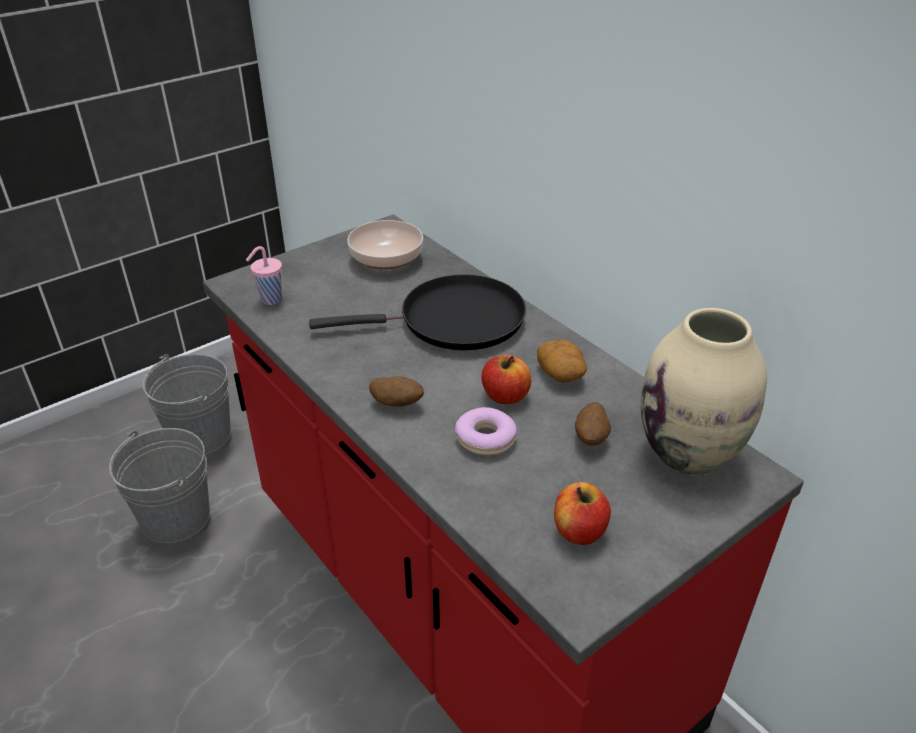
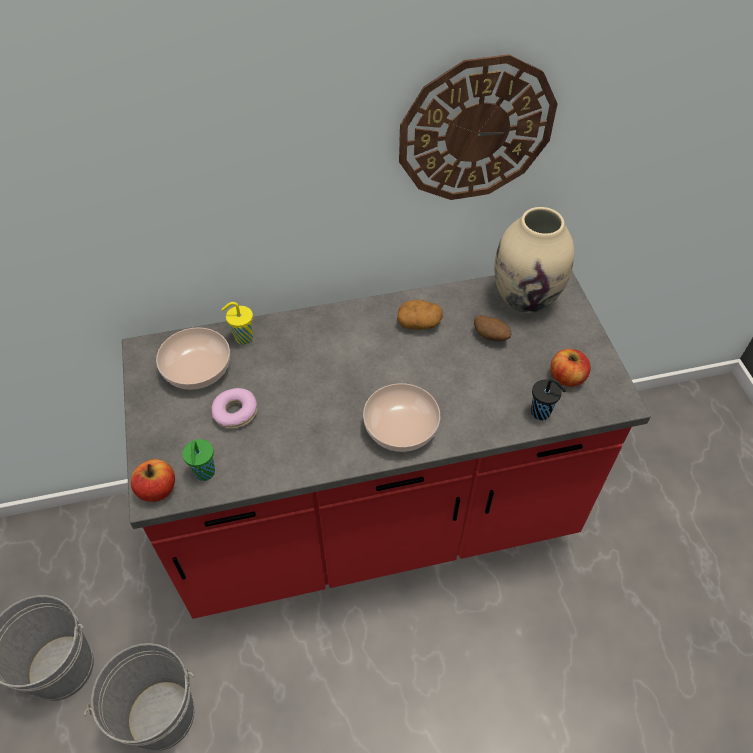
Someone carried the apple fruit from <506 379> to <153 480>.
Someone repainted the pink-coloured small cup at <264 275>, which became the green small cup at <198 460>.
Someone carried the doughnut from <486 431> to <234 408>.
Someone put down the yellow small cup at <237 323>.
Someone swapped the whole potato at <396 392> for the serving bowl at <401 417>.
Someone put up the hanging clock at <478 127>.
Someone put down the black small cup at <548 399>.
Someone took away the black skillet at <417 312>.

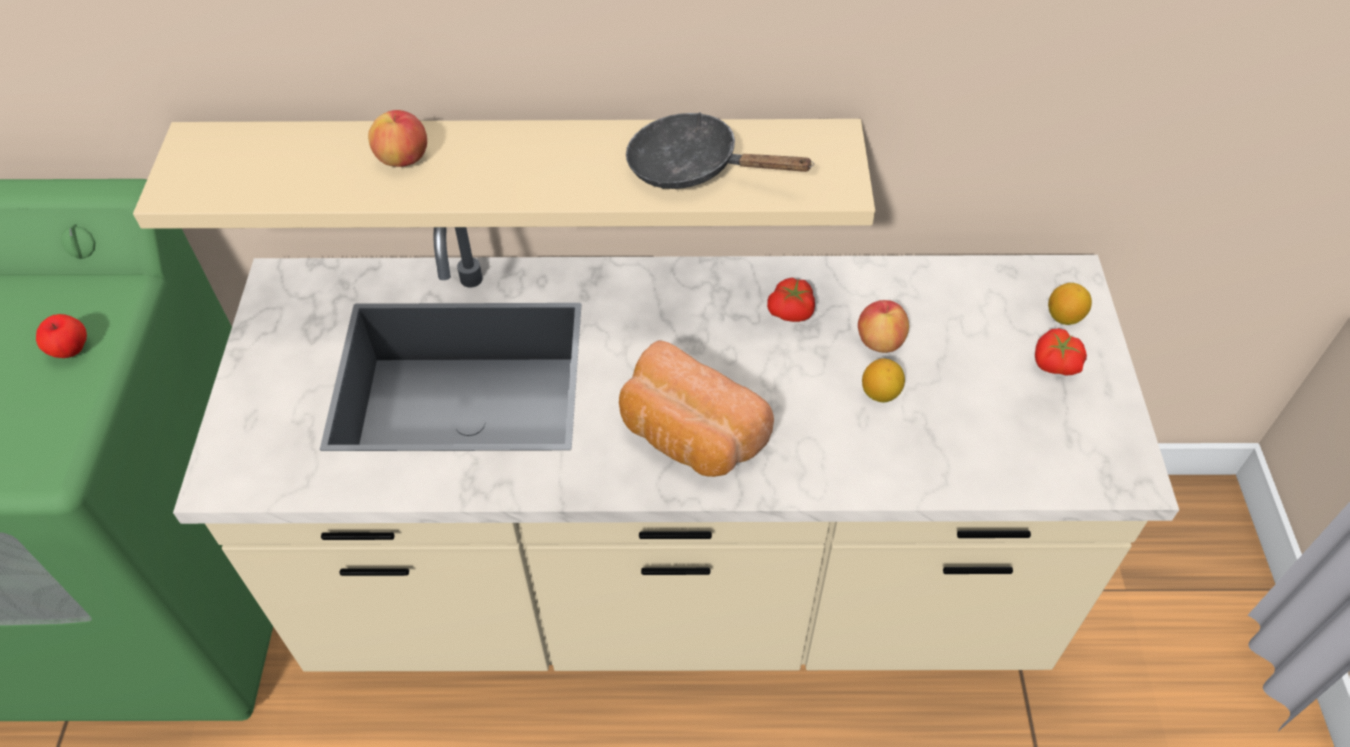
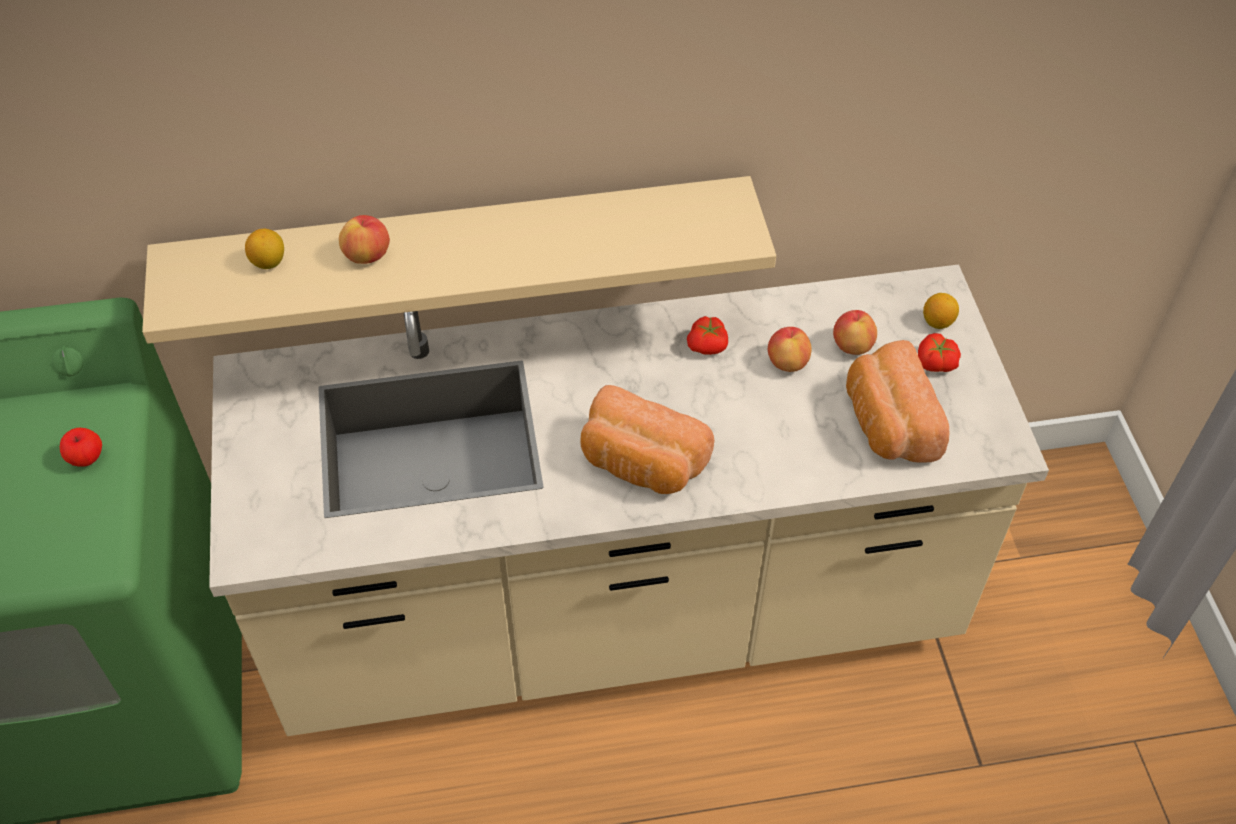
Someone carried the lemon from <883 380> to <264 249>.
Someone put down the apple fruit at <855 332>.
Someone put down the bakery bread at <898 401>.
Someone took away the black skillet at <720 150>.

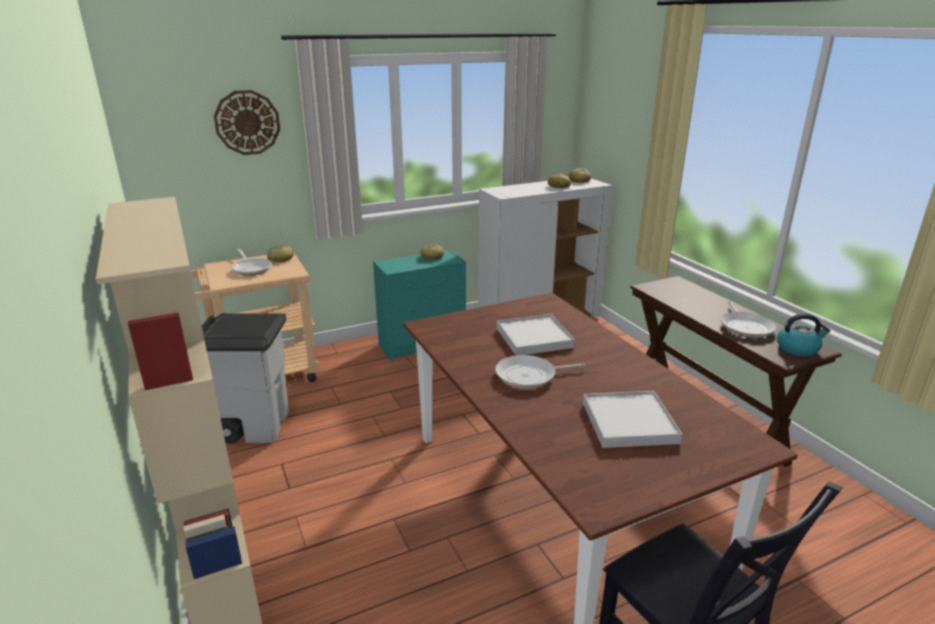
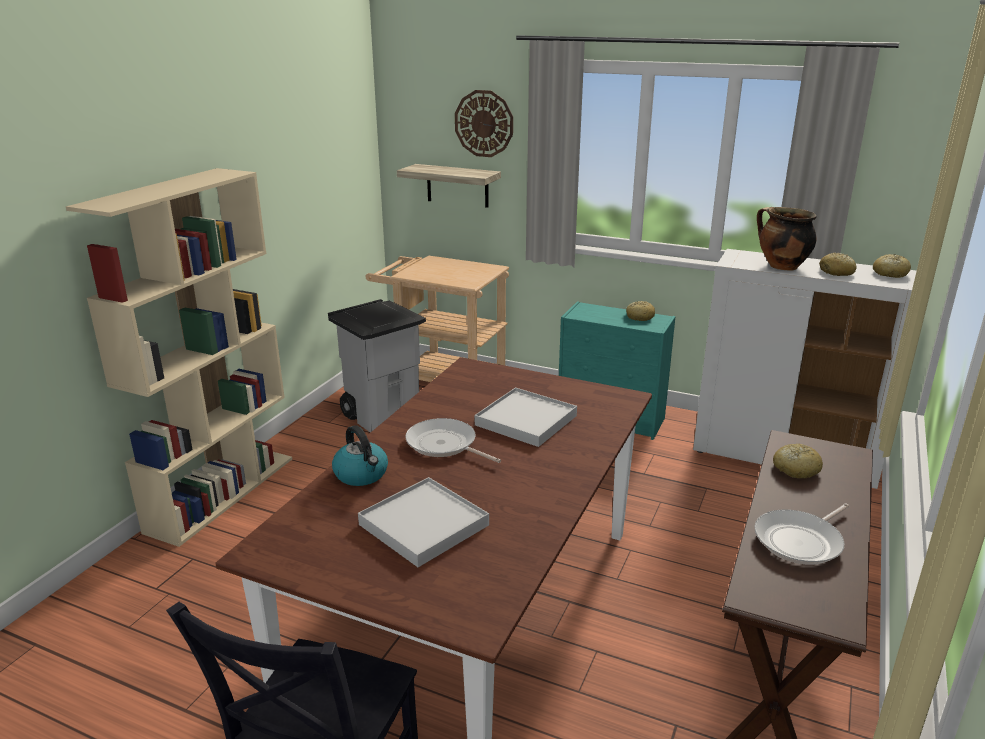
Someone carried the tea kettle from <804 334> to <360 455>.
Someone put up the bracket shelf at <449 186>.
Someone put down the saucepot at <787 239>.
Someone carried the bakery bread from <280 253> to <798 461>.
Someone took away the skillet at <252 262>.

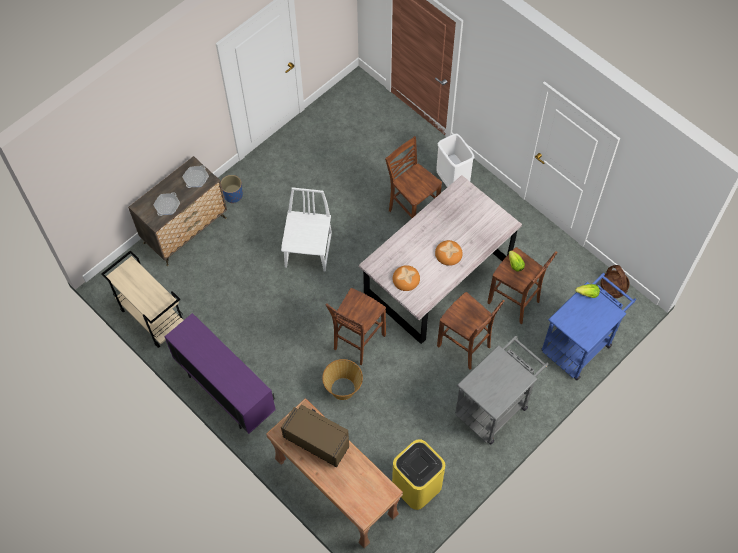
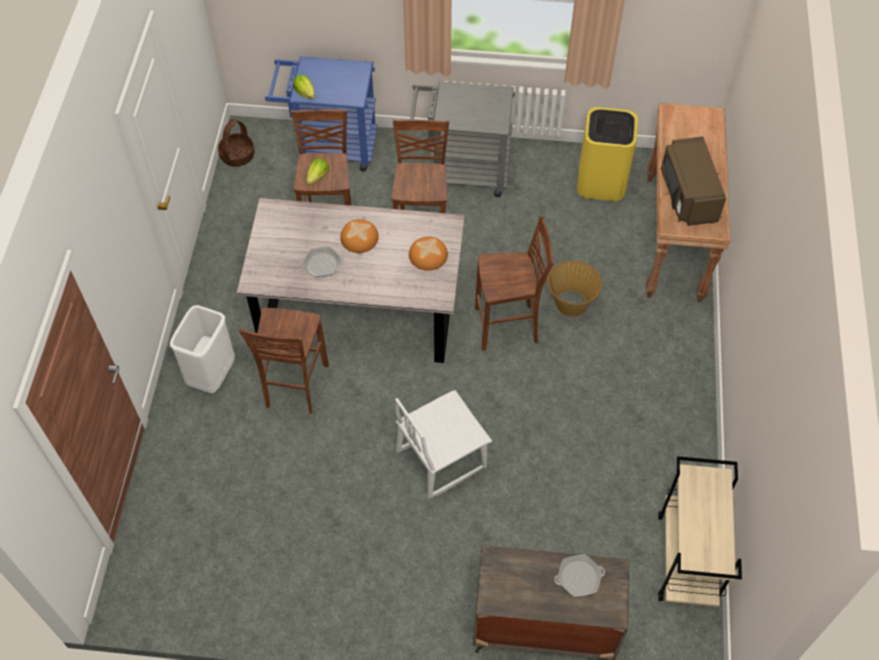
Someone carried the skillet from <196 176> to <322 262>.
Someone took away the purplish cabinet at <220 373>.
Someone took away the blue-coloured flower pot at <232 189>.

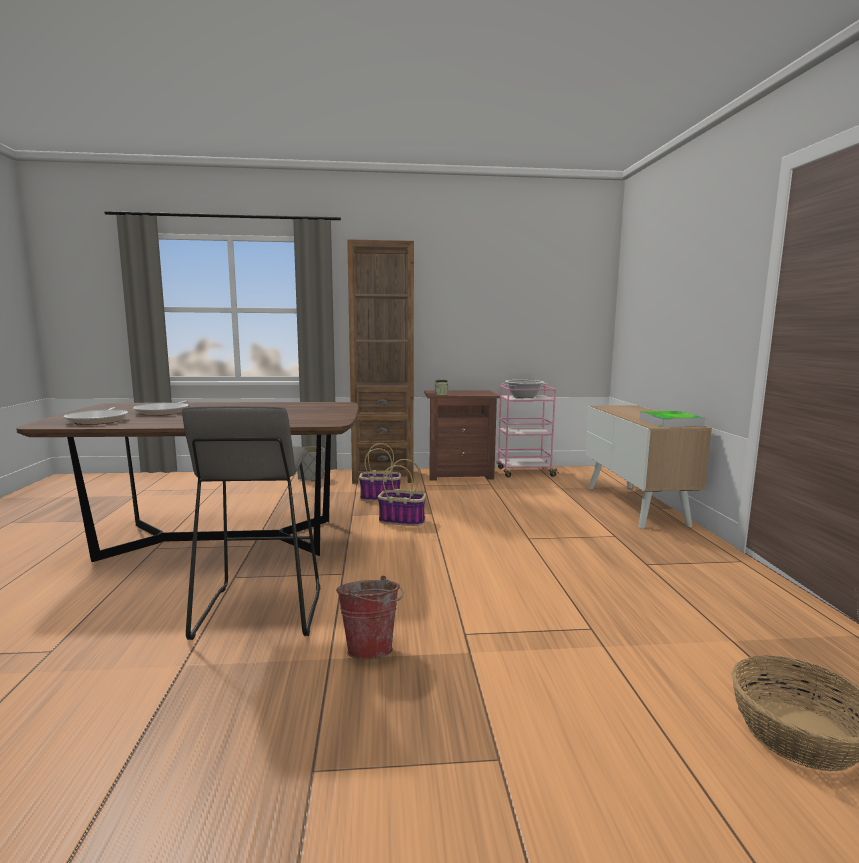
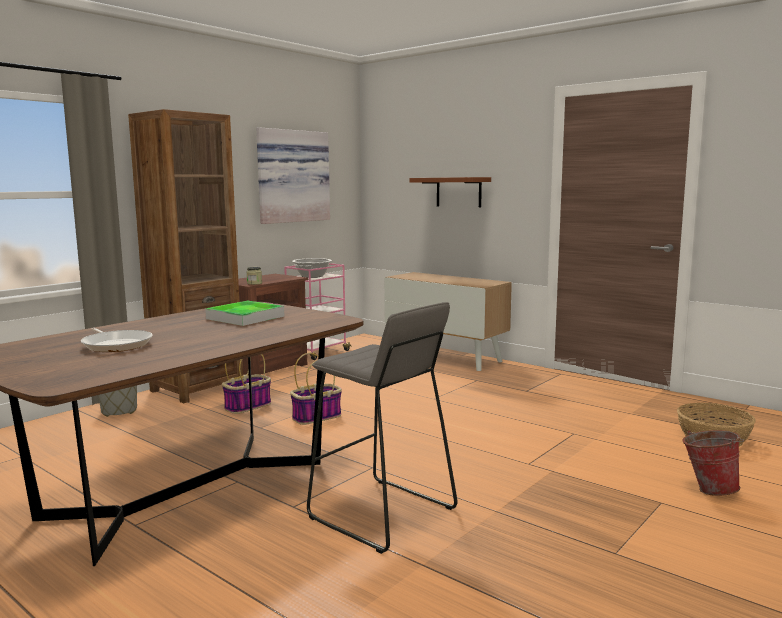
Someone carried the carrying tray from <672 419> to <245 313>.
Someone put up the picture at <293 175>.
Someone put up the brown-coloured bracket shelf at <450 192>.
Someone carried the water bucket from <370 617> to <713 463>.
Someone took away the skillet at <96 416>.

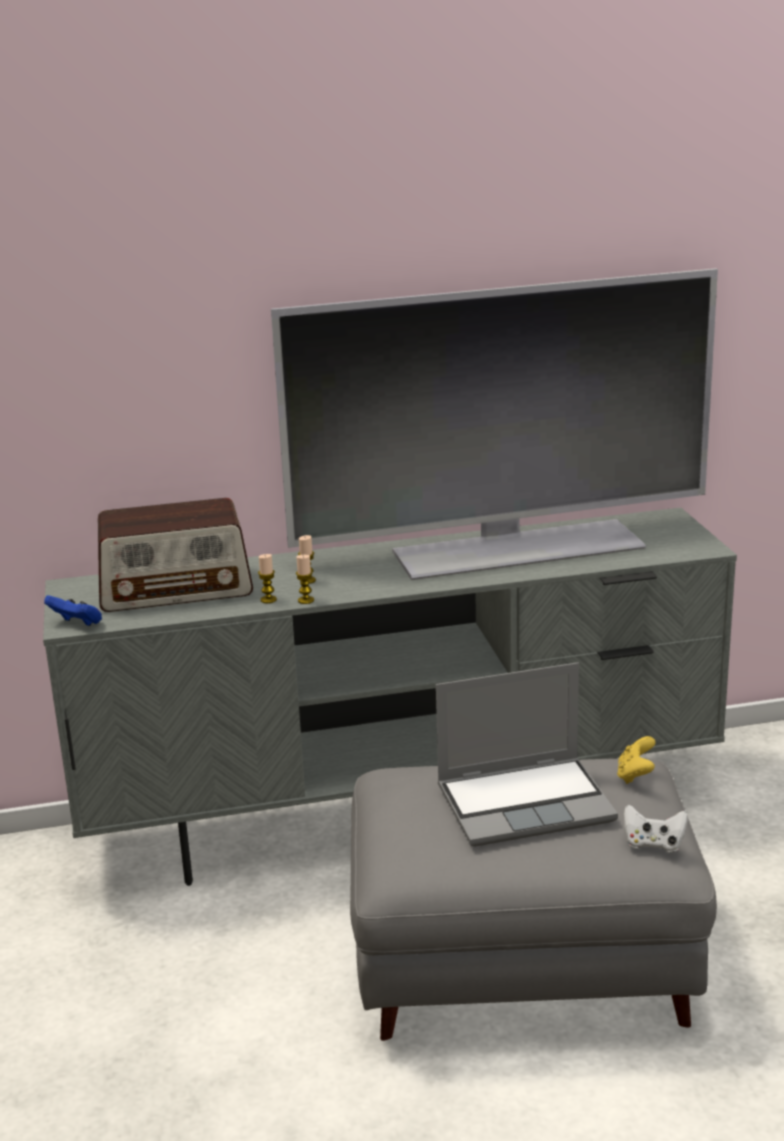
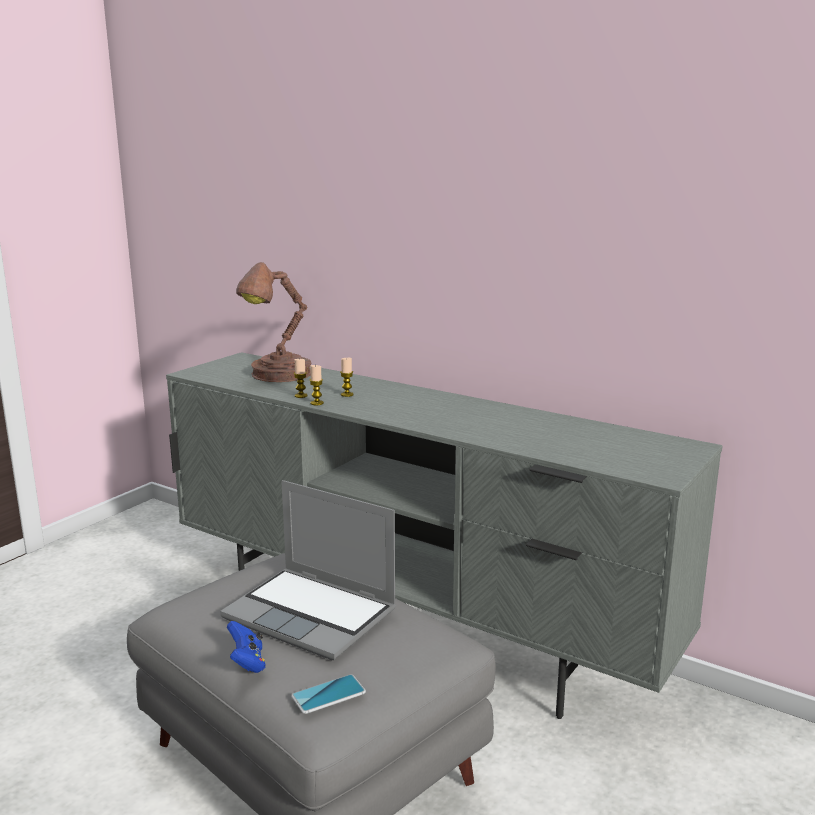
Someone carried the blue-coloured joypad from <73 610> to <246 647>.
Someone swapped the radio set at <175 555> for the brown-coloured tabletop lamp at <274 322>.
Someone swapped the white-coloured joypad at <656 829> for the telephone at <328 694>.
Someone took away the TV at <494 424>.
Someone took away the yellow joypad at <636 760>.

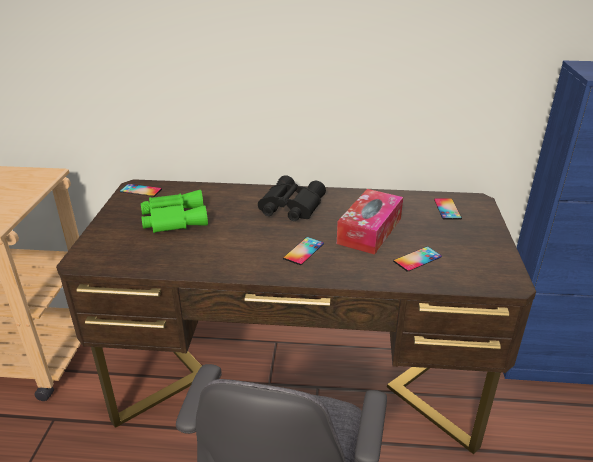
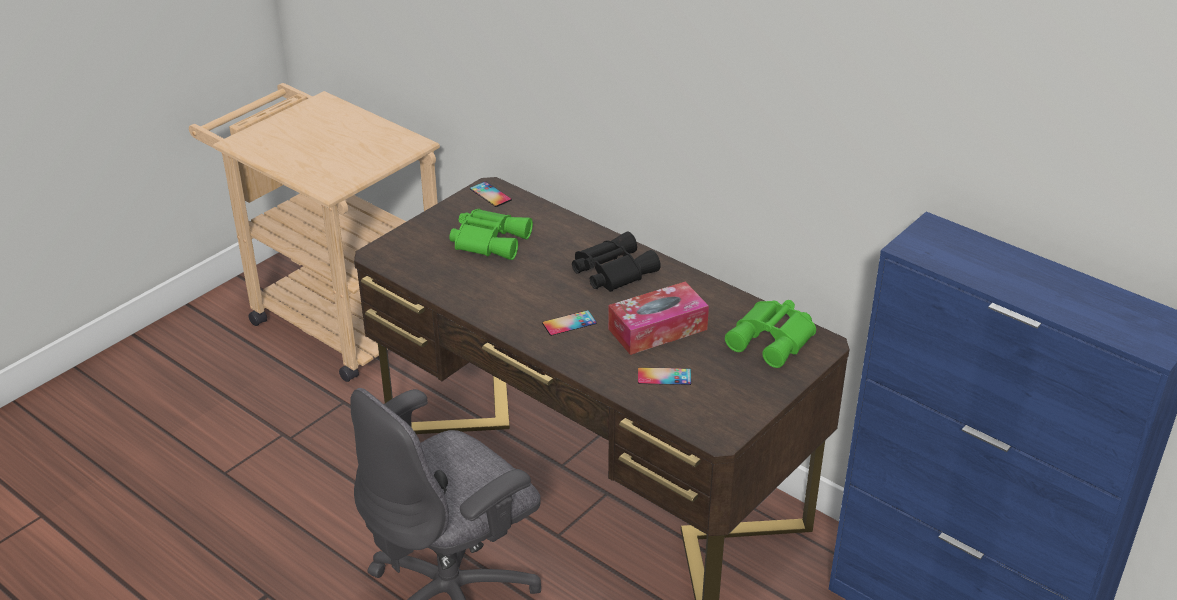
Someone swapped the telephone at <448 208> for the green pair of binoculars at <770 334>.

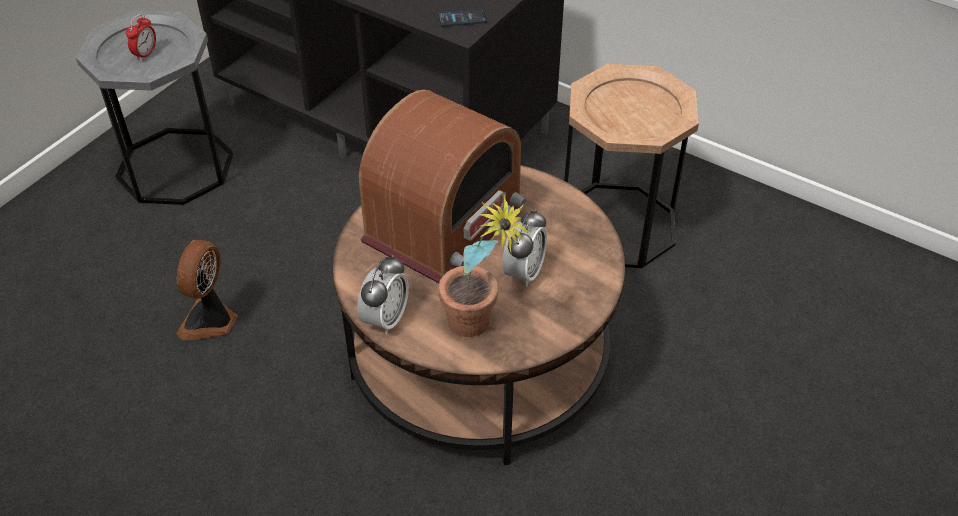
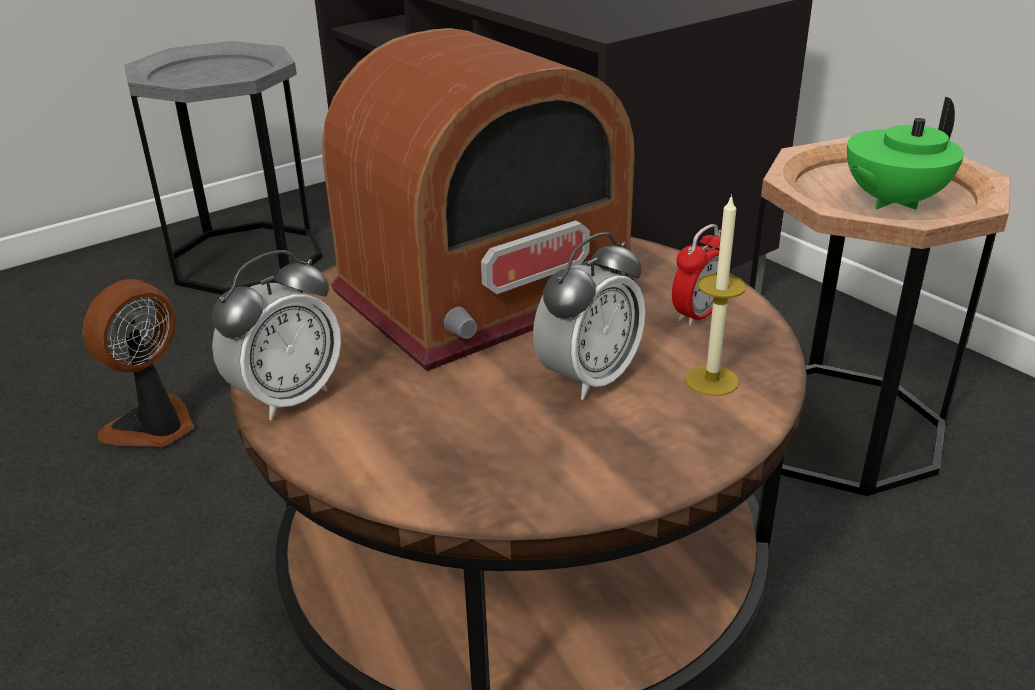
Someone carried the bedside clock from <141 37> to <696 275>.
Someone put down the candle at <716 295>.
Someone put down the green pot for tea at <905 153>.
Someone took away the telephone at <462 18>.
Someone took away the potted plant at <484 266>.

